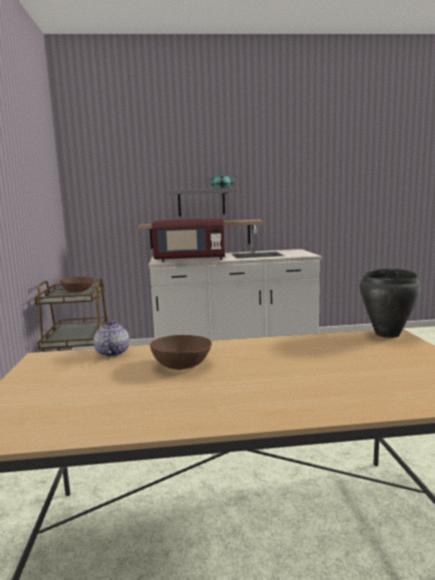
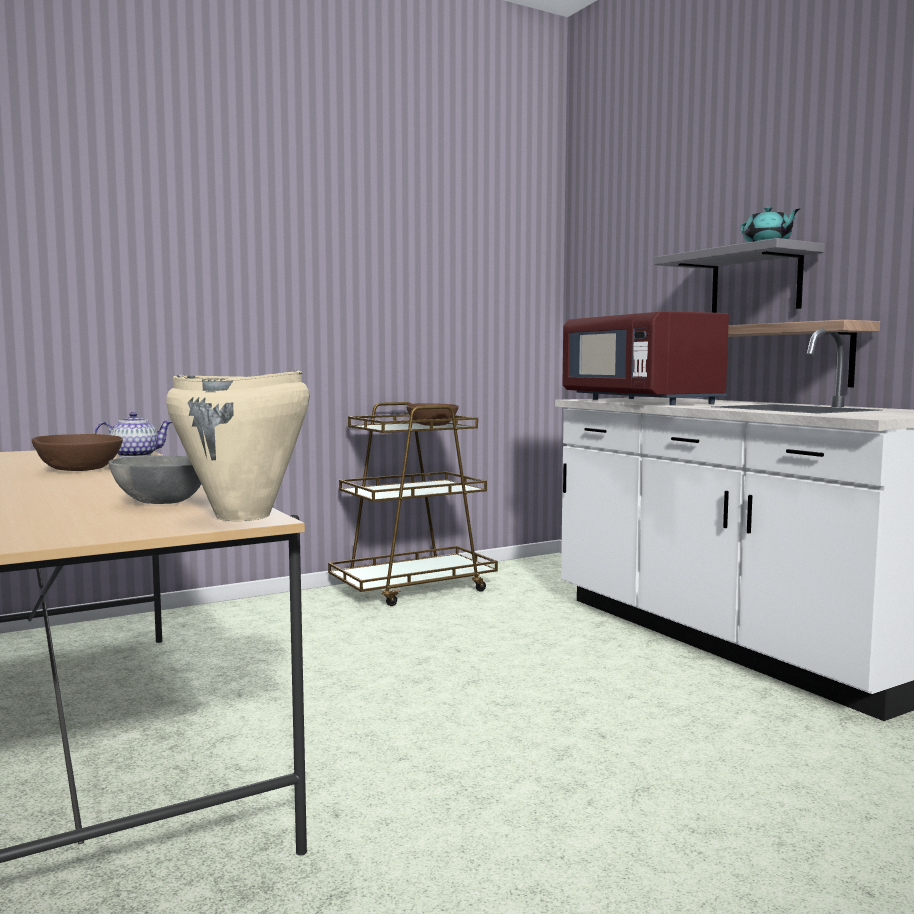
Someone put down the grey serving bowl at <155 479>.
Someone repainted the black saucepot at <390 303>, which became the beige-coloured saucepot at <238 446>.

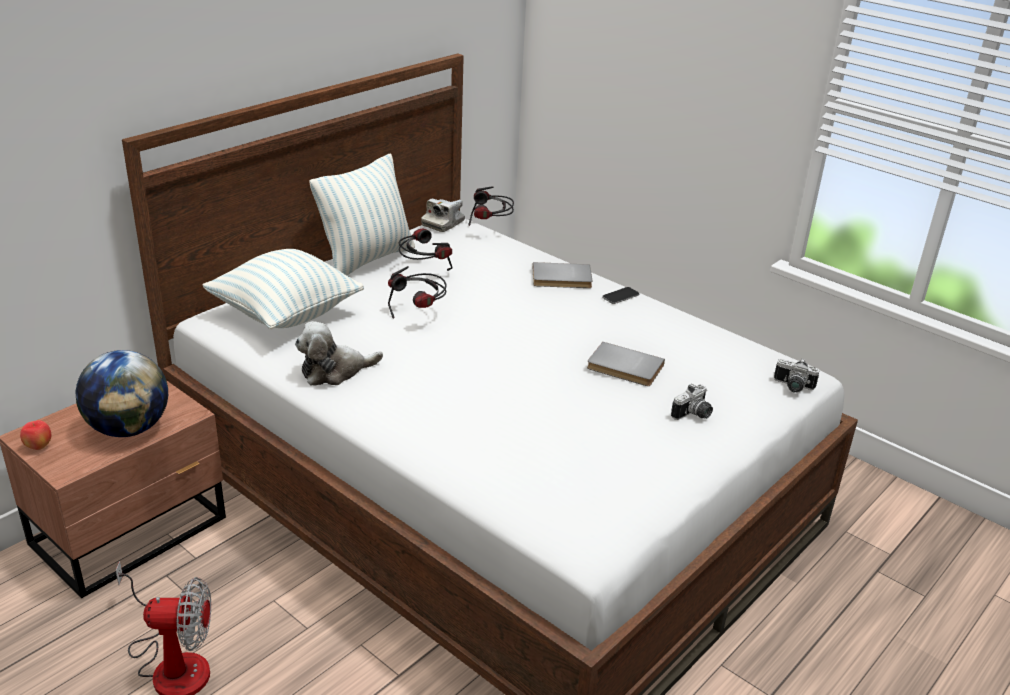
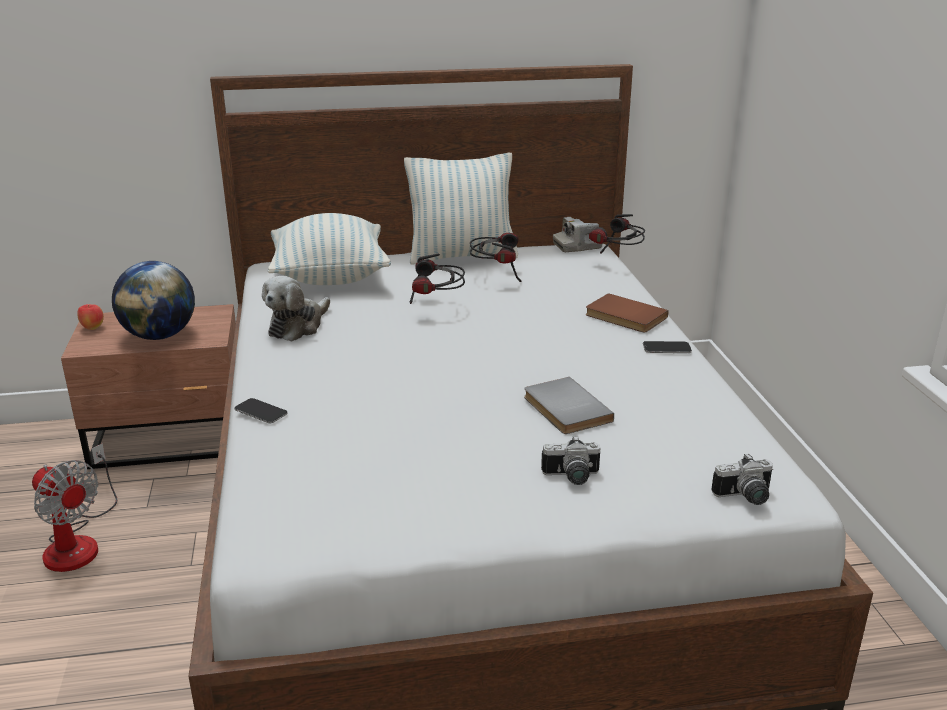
Someone put down the telephone at <261 410>.
Someone rotated the cuddly toy at <339 353> by 75 degrees counterclockwise.
Someone repainted the grey bound book at <563 275>, which became the brown-coloured bound book at <627 312>.
Someone rotated the photo camera at <796 376> by 75 degrees counterclockwise.

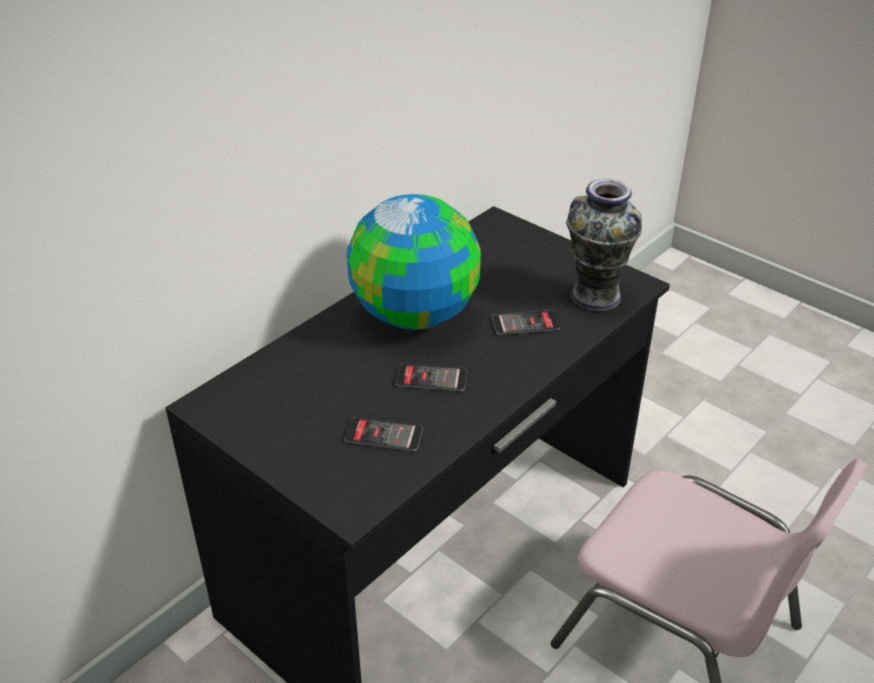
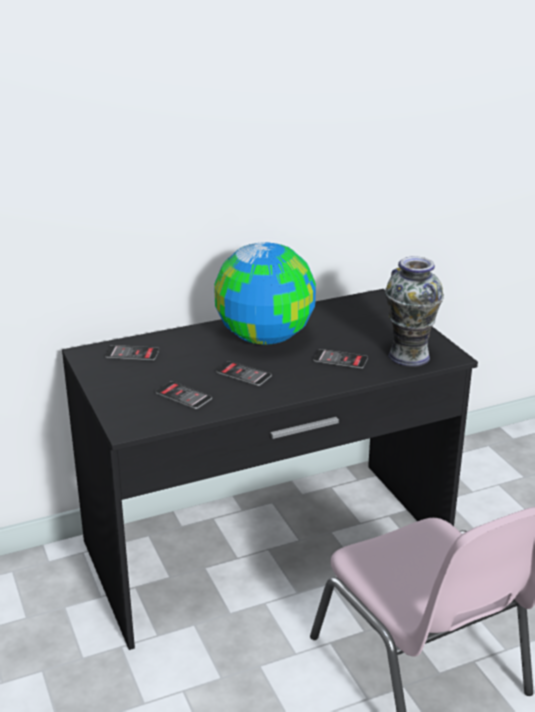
Someone put down the telephone at <132 353>.

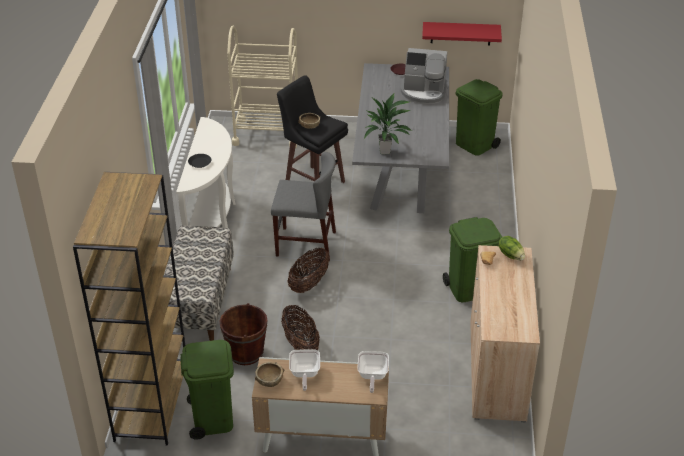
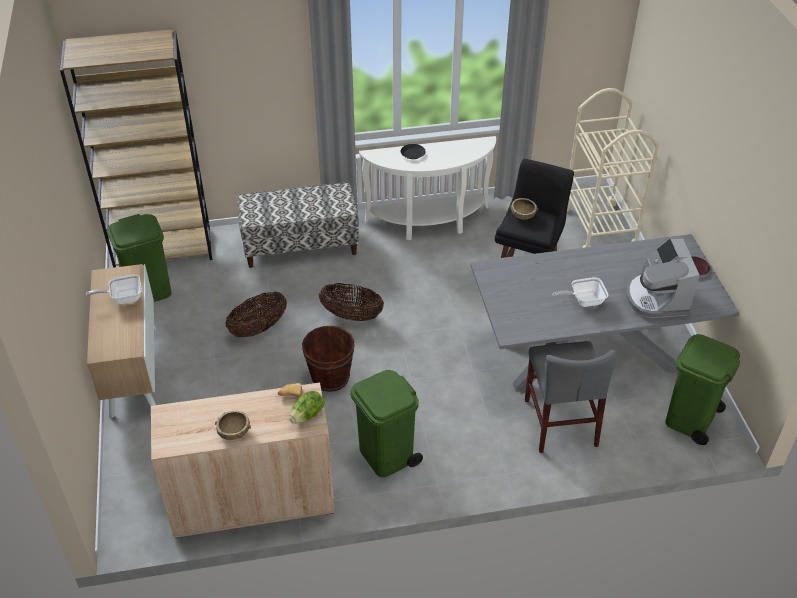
Someone carried the brown-coloured serving bowl from <269 374> to <233 425>.
Someone carried the brown-coloured water bucket from <244 334> to <328 359>.
Someone carried the grey upright chair from <303 206> to <570 397>.
Someone carried the skillet from <373 372> to <580 292>.
Someone took away the potted plant at <388 124>.
Someone took away the reddish bracket shelf at <462 33>.

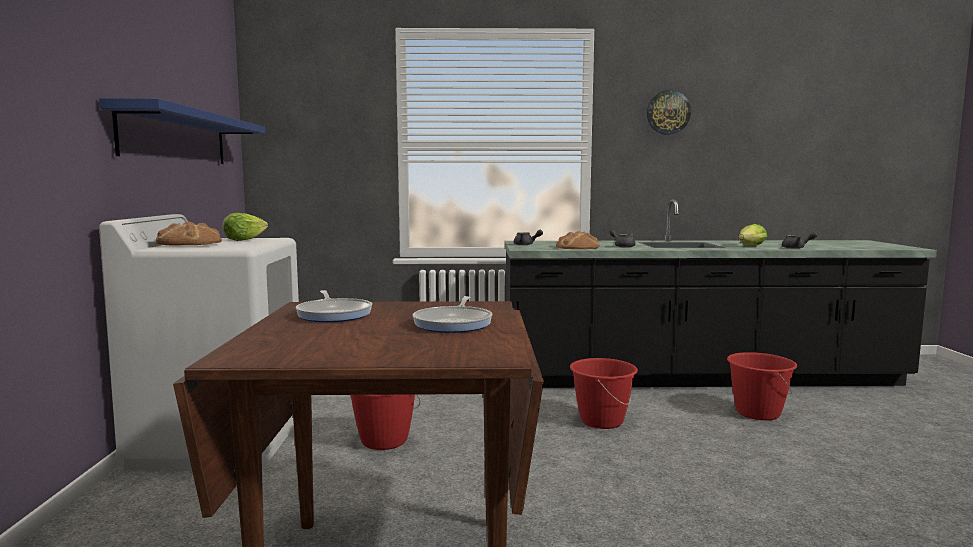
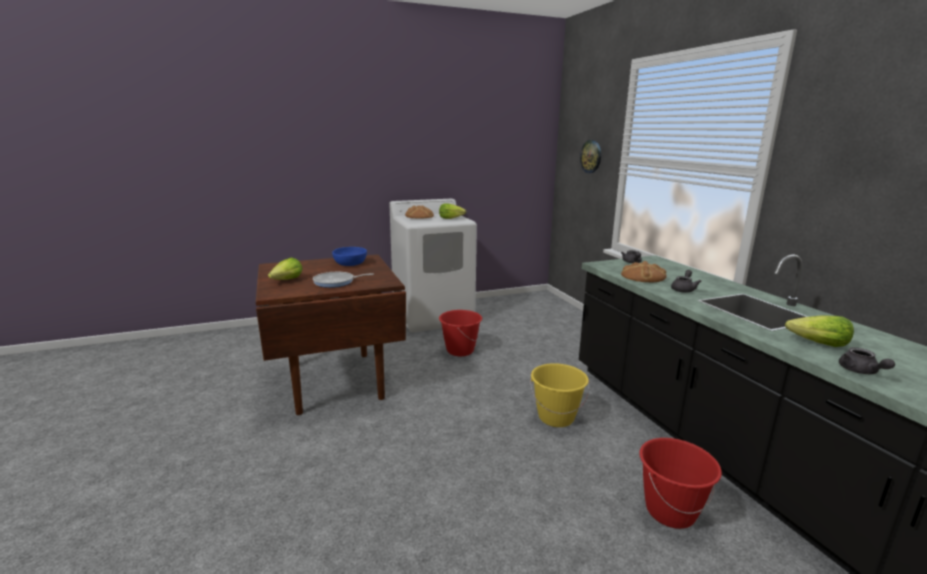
Someone put down the head of lettuce at <285 269>.
Someone swapped the skillet at <334 306> for the blue-coloured serving bowl at <349 256>.
Someone repainted the reddish water bucket at <604 393>, which became the yellow water bucket at <559 395>.
Someone carried the hanging clock from <669 112> to <590 156>.
Someone took away the blue-coloured bracket shelf at <182 131>.

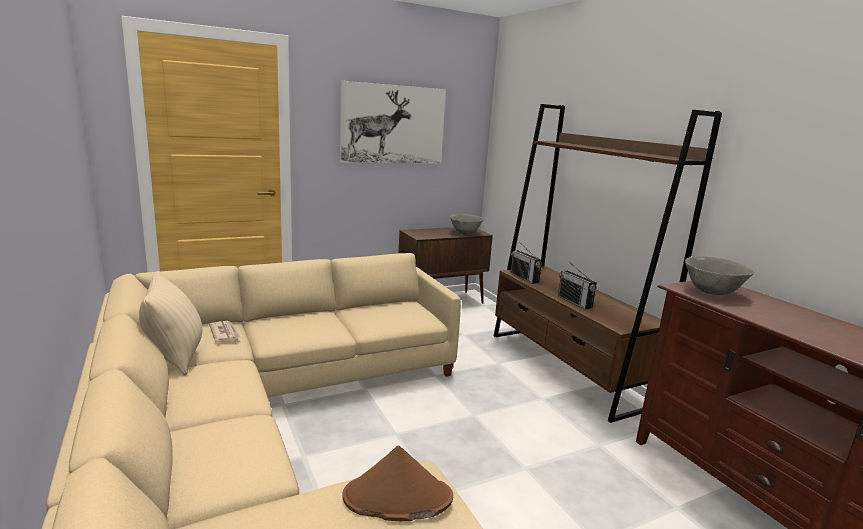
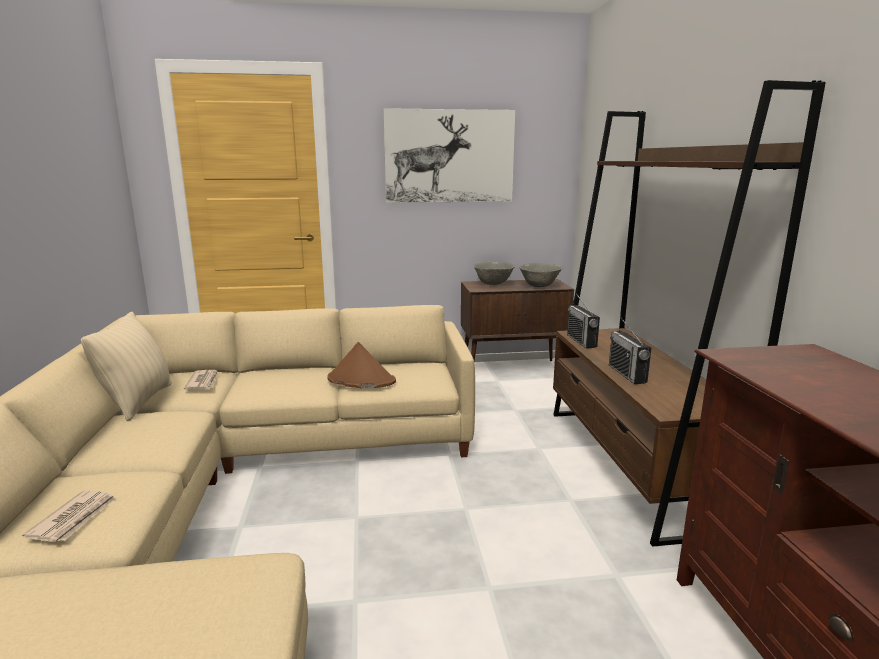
Someone put down the newspaper at <69 516>.
Someone carried the brown-coloured clothing hat from <397 483> to <361 365>.
Someone carried the grey serving bowl from <719 275> to <494 273>.

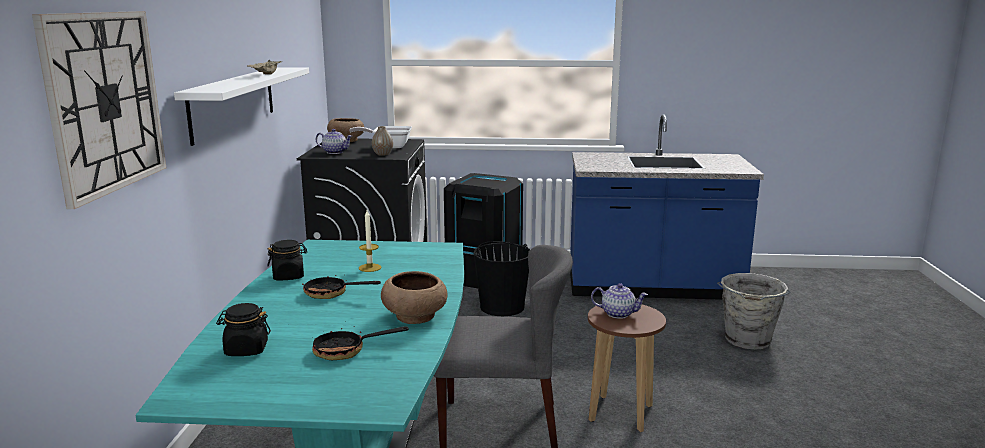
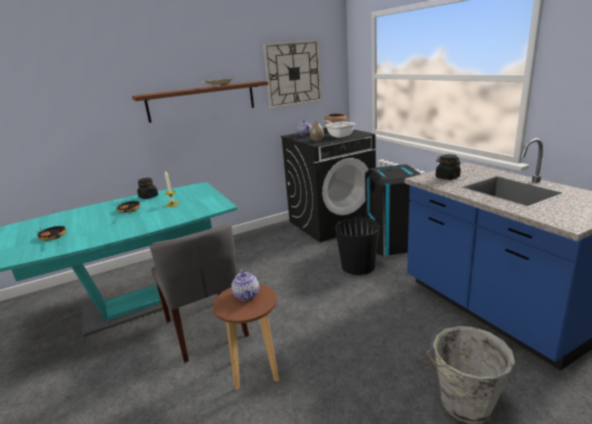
Someone repainted the white-coloured bracket shelf at <241 106>, which became the brown-coloured bracket shelf at <200 102>.
Someone carried the hanging clock from <99 110> to <292 74>.
Someone carried the black storage jar from <243 329> to <448 167>.
Someone took away the brown-coloured serving bowl at <414 297>.

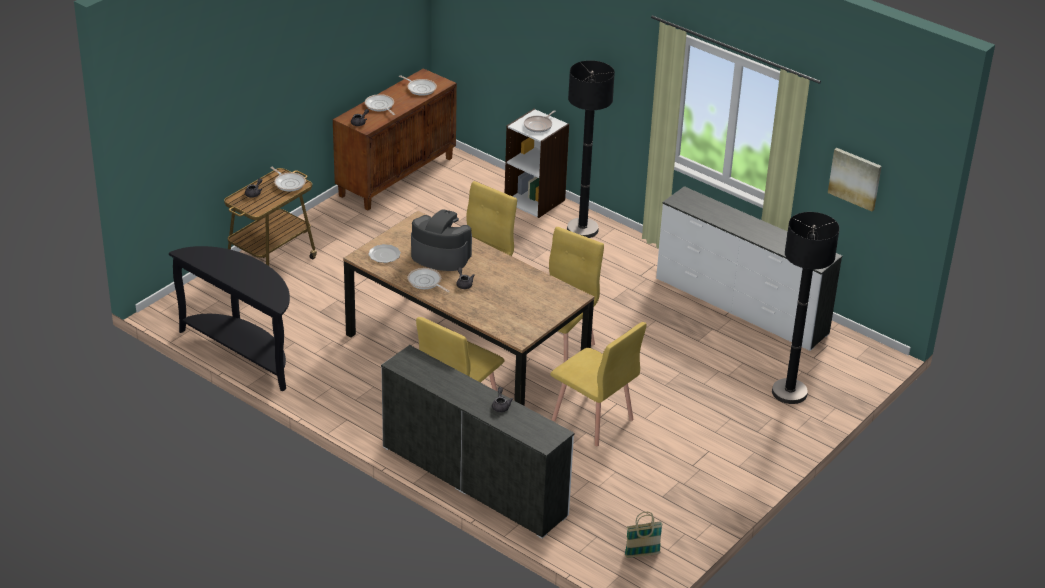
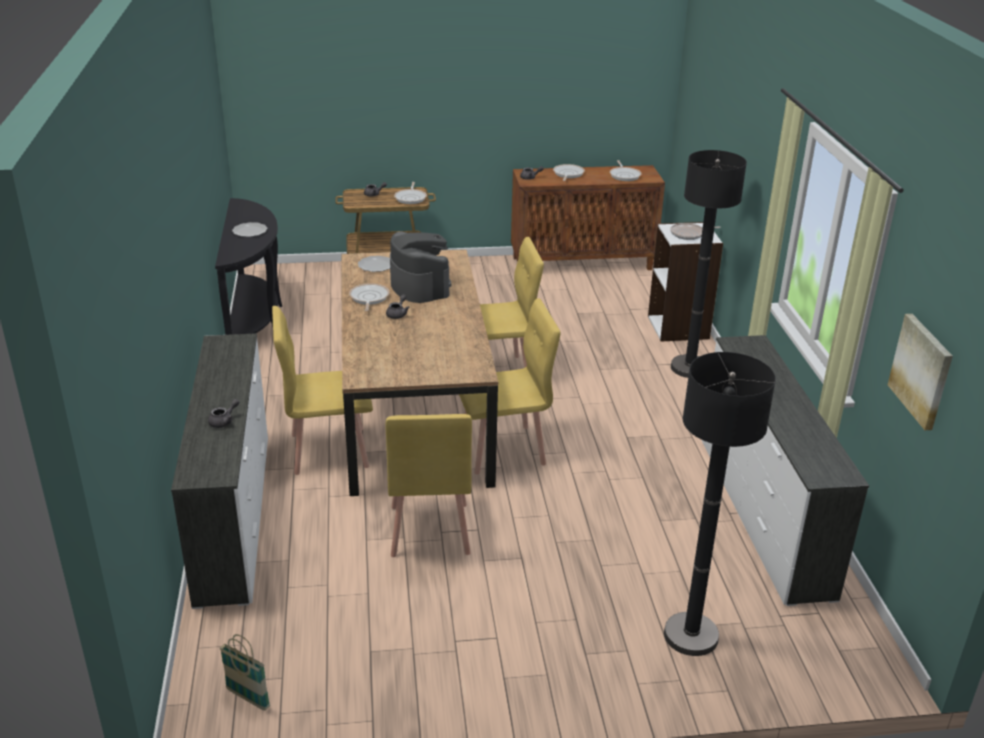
Someone put down the flat dish at <250 229>.

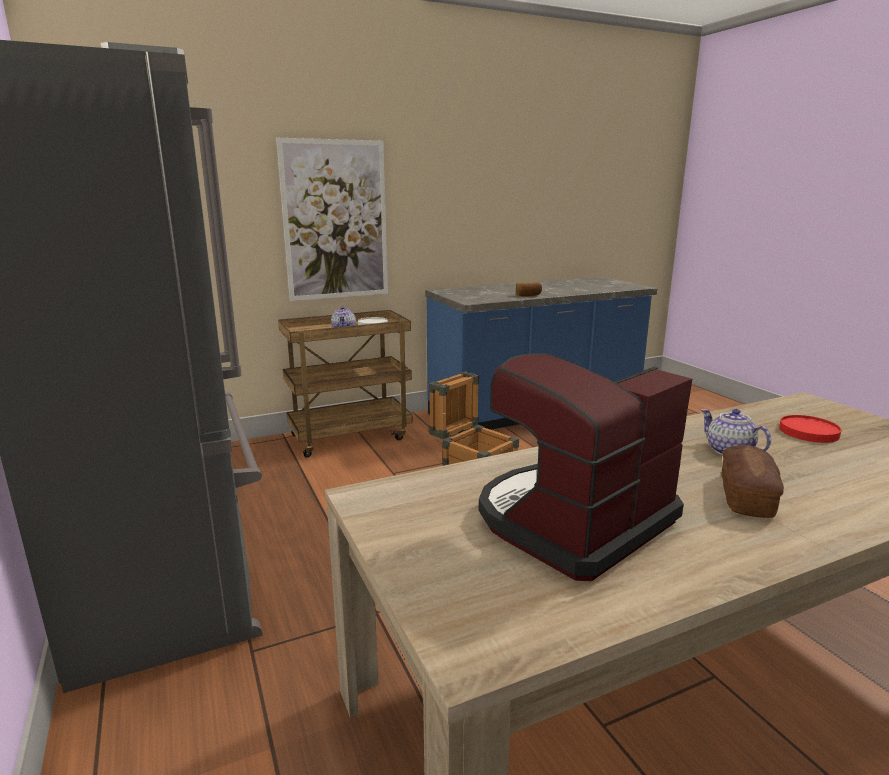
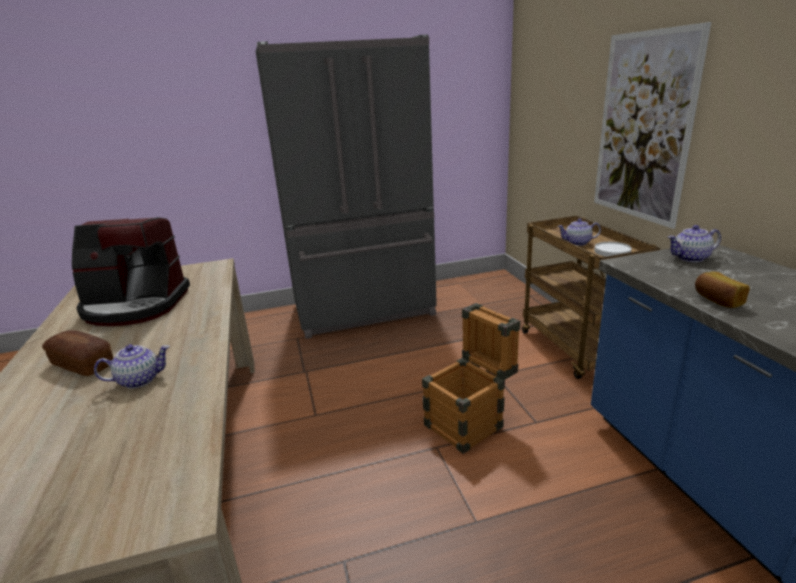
Someone rotated the coffee machine at <585 467> by 120 degrees clockwise.
Someone put down the pot for tea at <694 243>.
Someone took away the reddish flat dish at <810 429>.

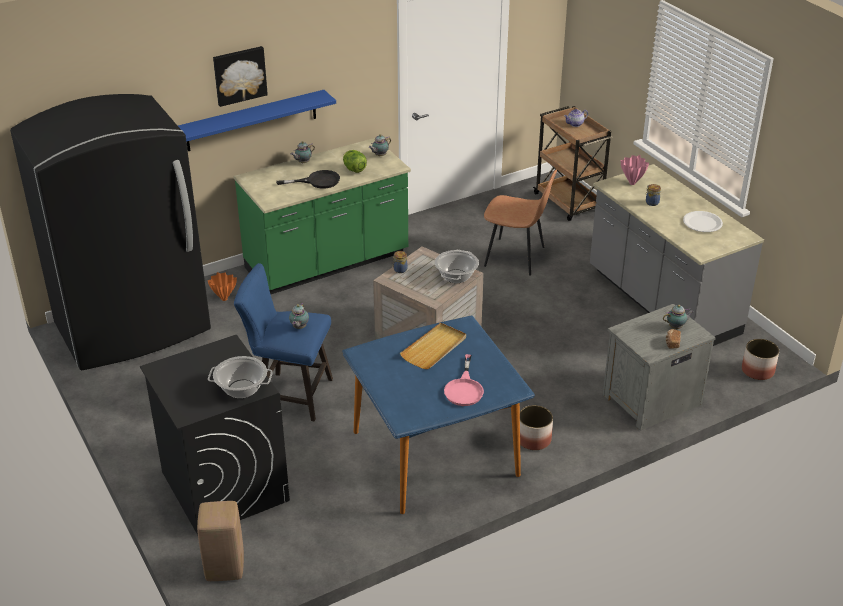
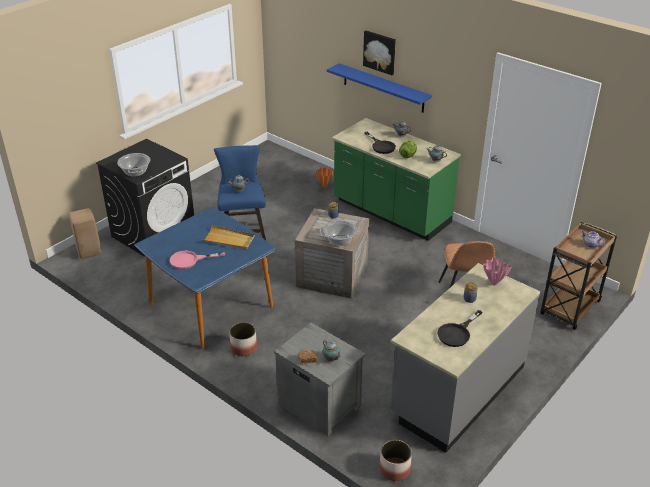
Someone swapped the white-coloured flat dish at <703 221> for the black skillet at <459 328>.
Someone took away the black refrigerator at <110 232>.

